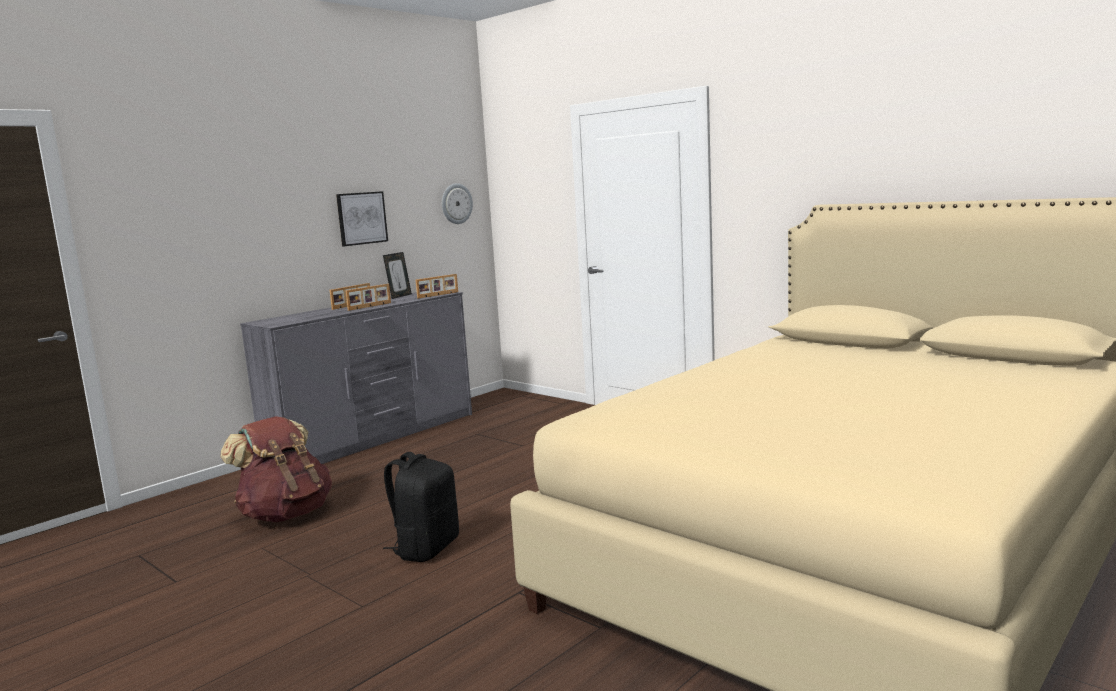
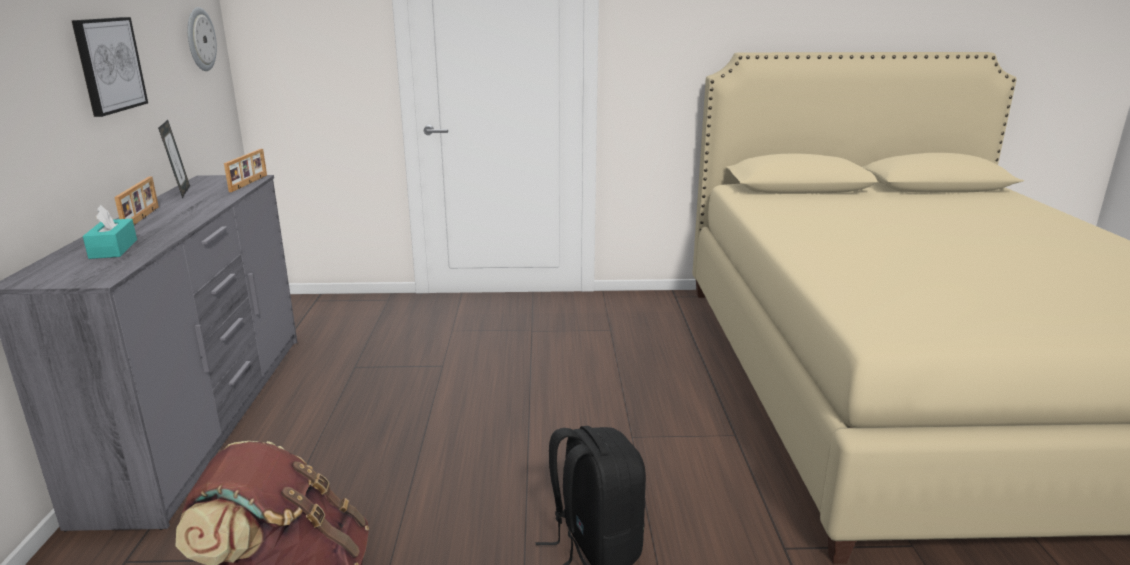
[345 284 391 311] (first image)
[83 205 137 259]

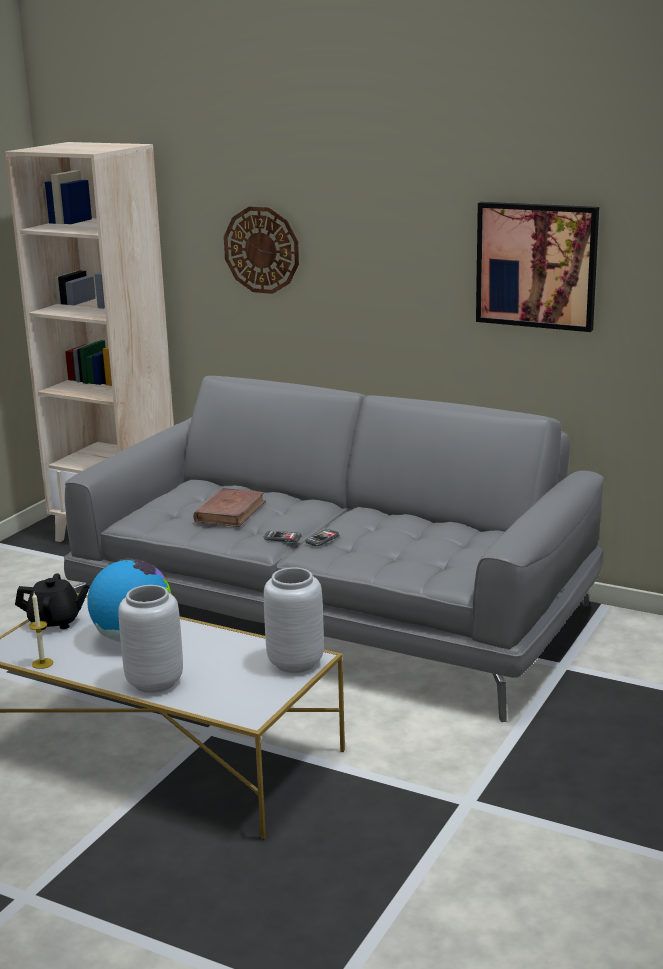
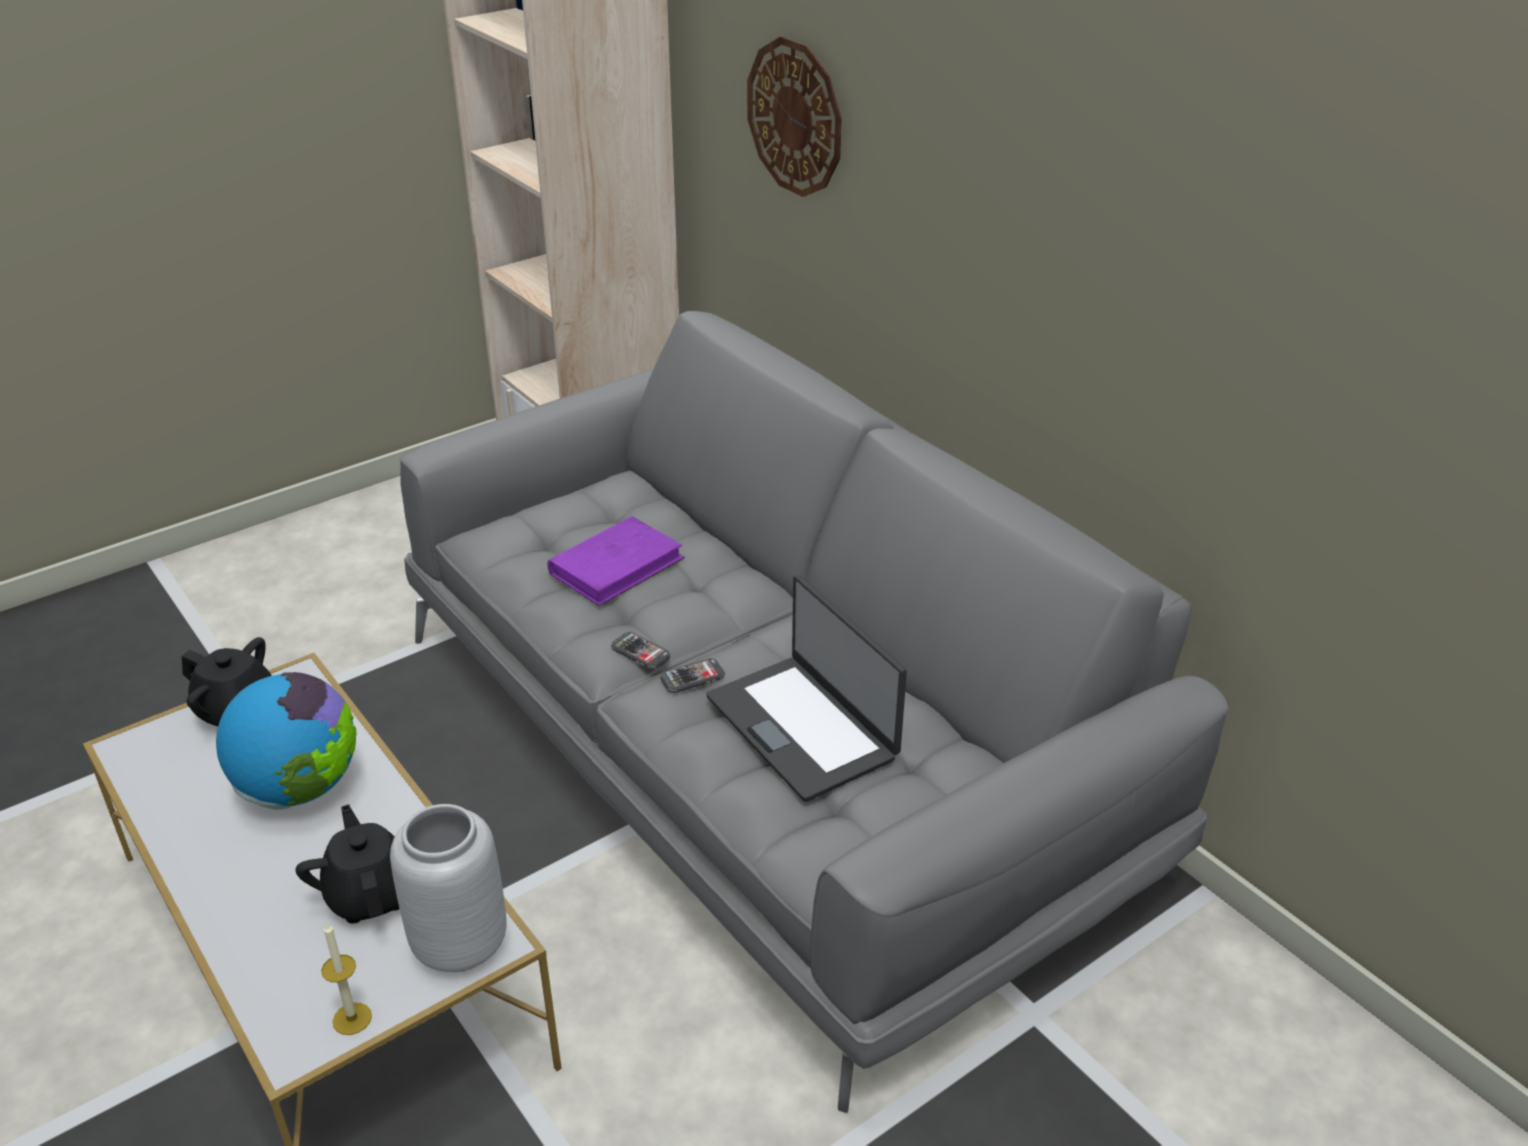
[321 922 372 1035]
[118 585 183 693] (first image)
[547 516 685 606]
[476 202 599 332] (first image)
[296 804 400 924]
[706 575 907 802]

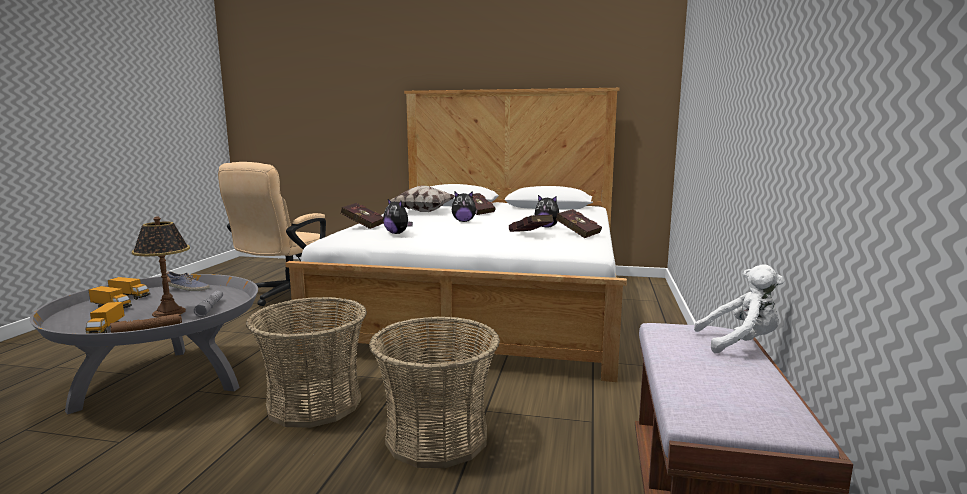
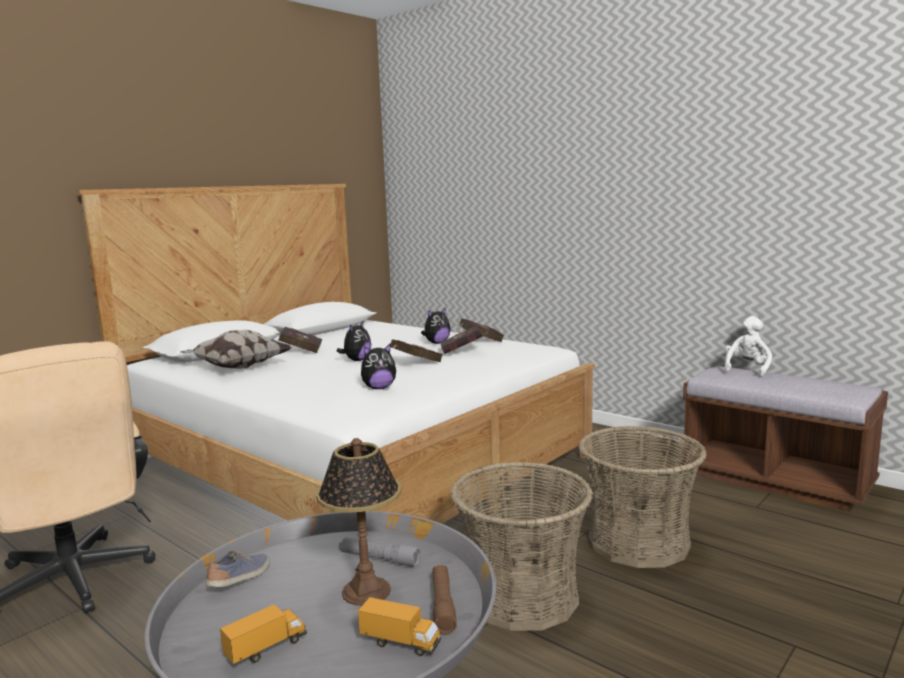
[108 277 150 300] (first image)
[390 339 443 362]

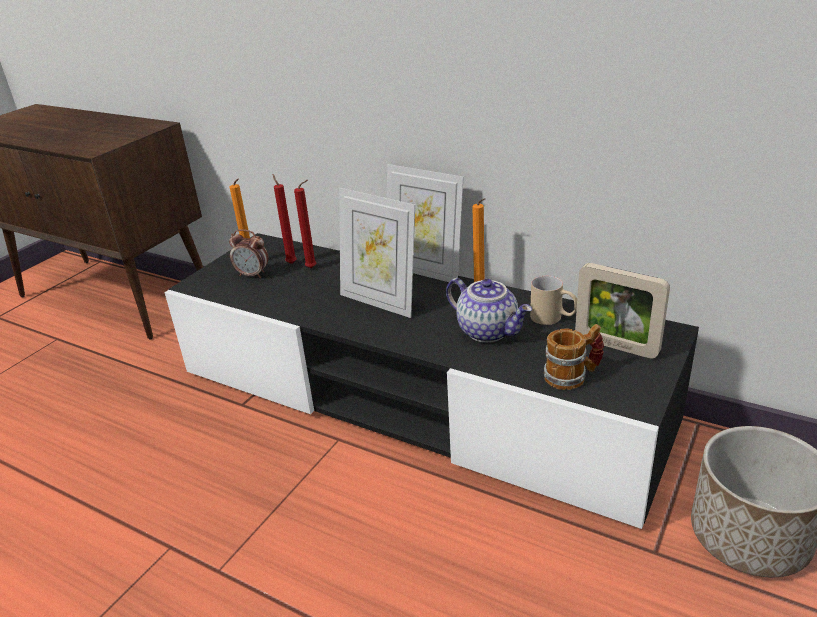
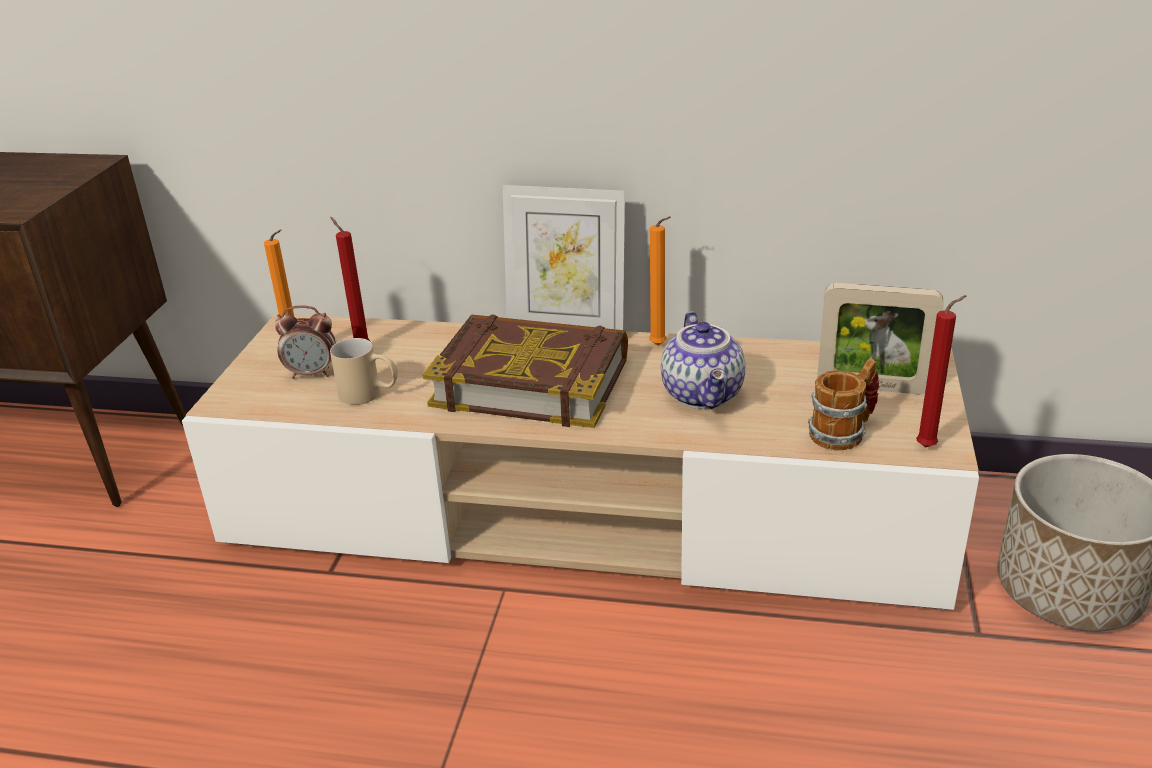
[182 313 979 610]
[916 295 967 447]
[422 314 628 428]
[661 311 745 409]
[330 338 398 405]

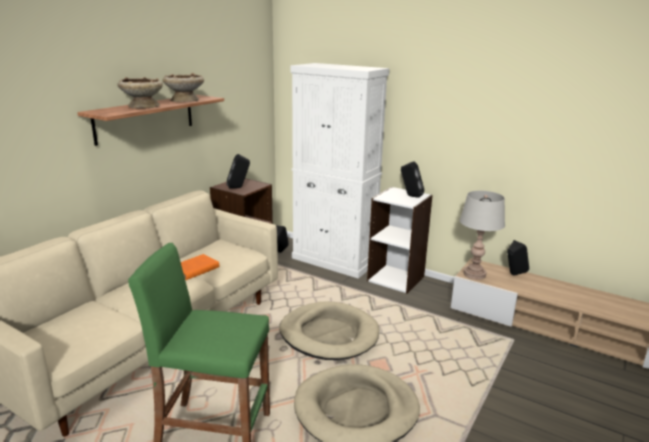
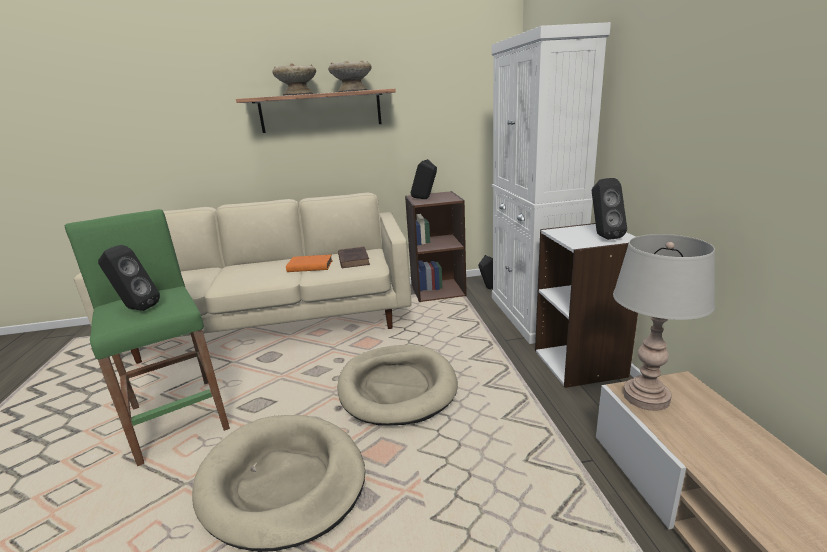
[98 245 160 311]
[338 247 370 268]

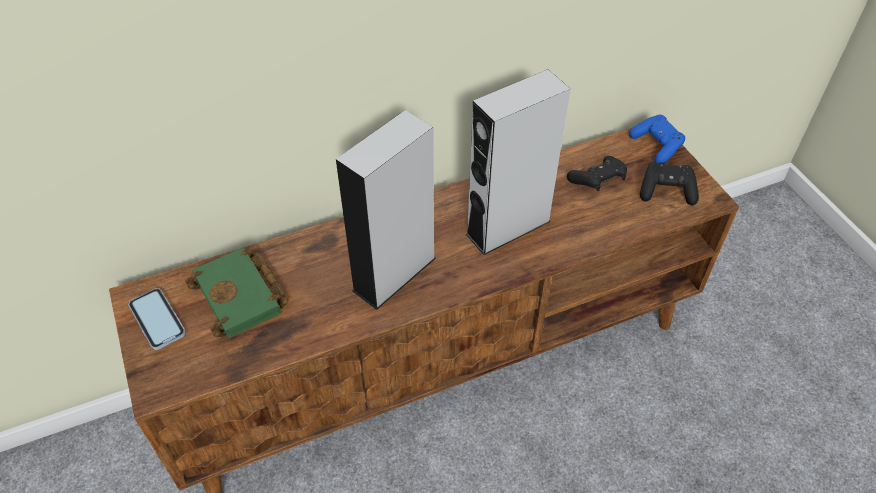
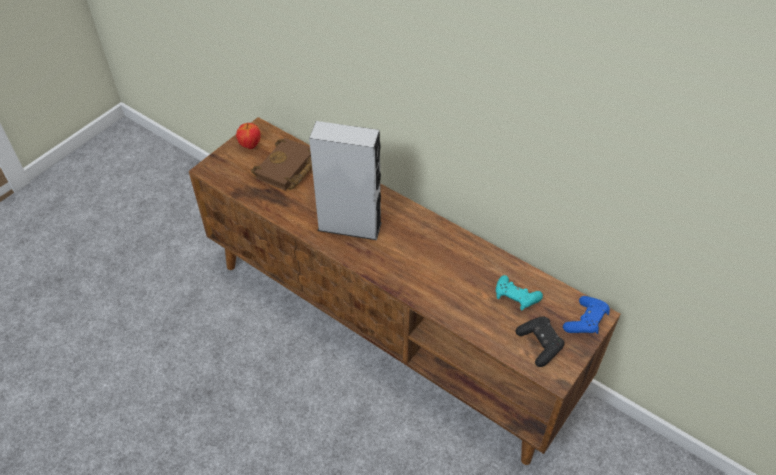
[236 123 261 149]
[251 138 312 191]
[466 69 571 255] (first image)
[496 275 543 310]

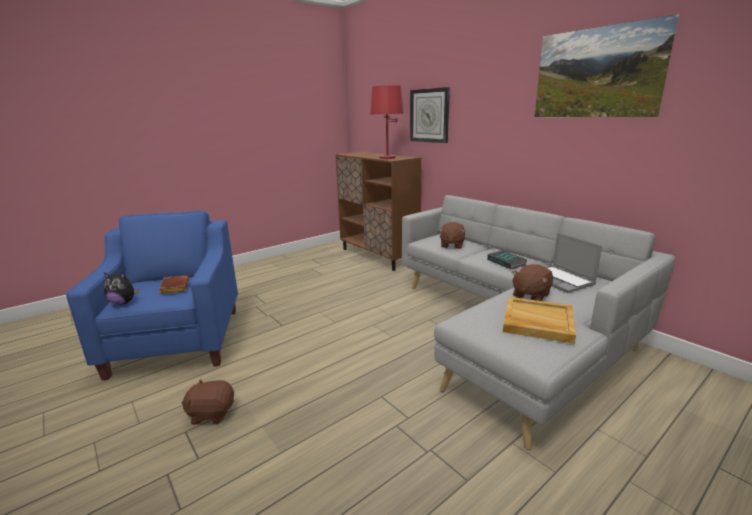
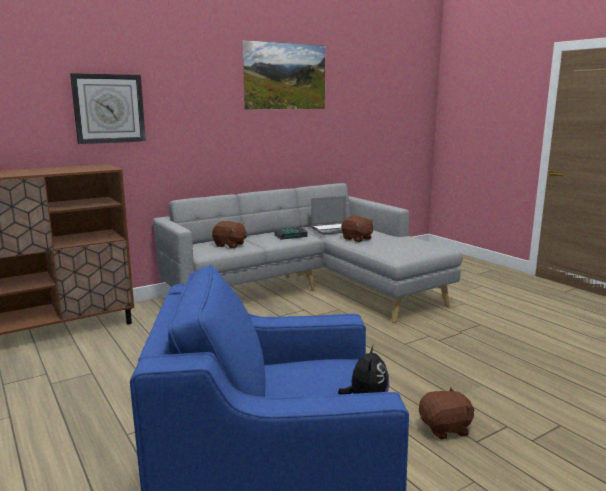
[159 276 189 294] (first image)
[419 388 475 439]
[370 85 404 159] (first image)
[503 297 576 344] (first image)

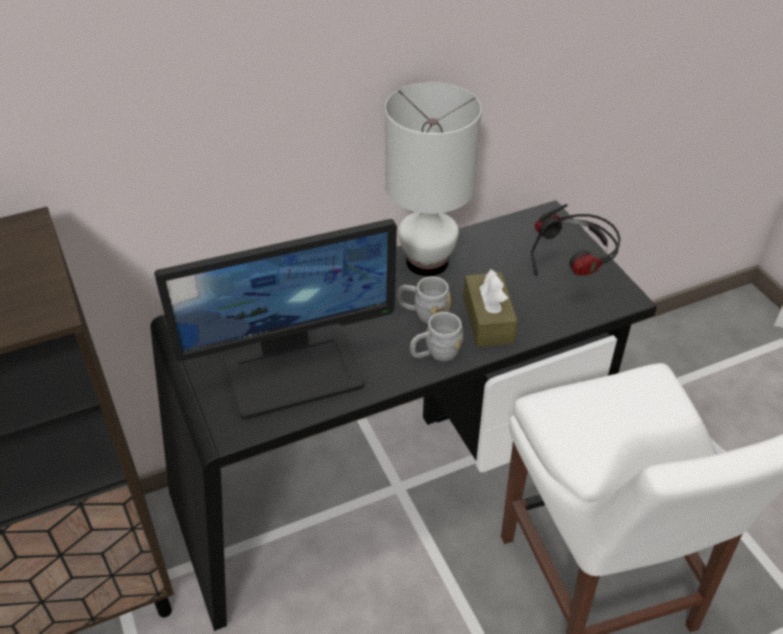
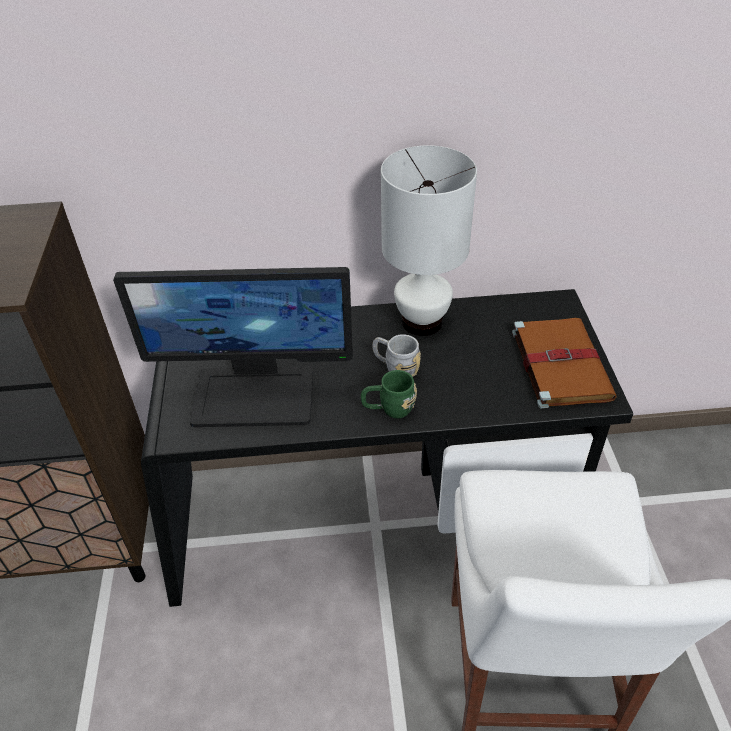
[361 370 417 418]
[463 269 518 347] (first image)
[512 318 617 408]

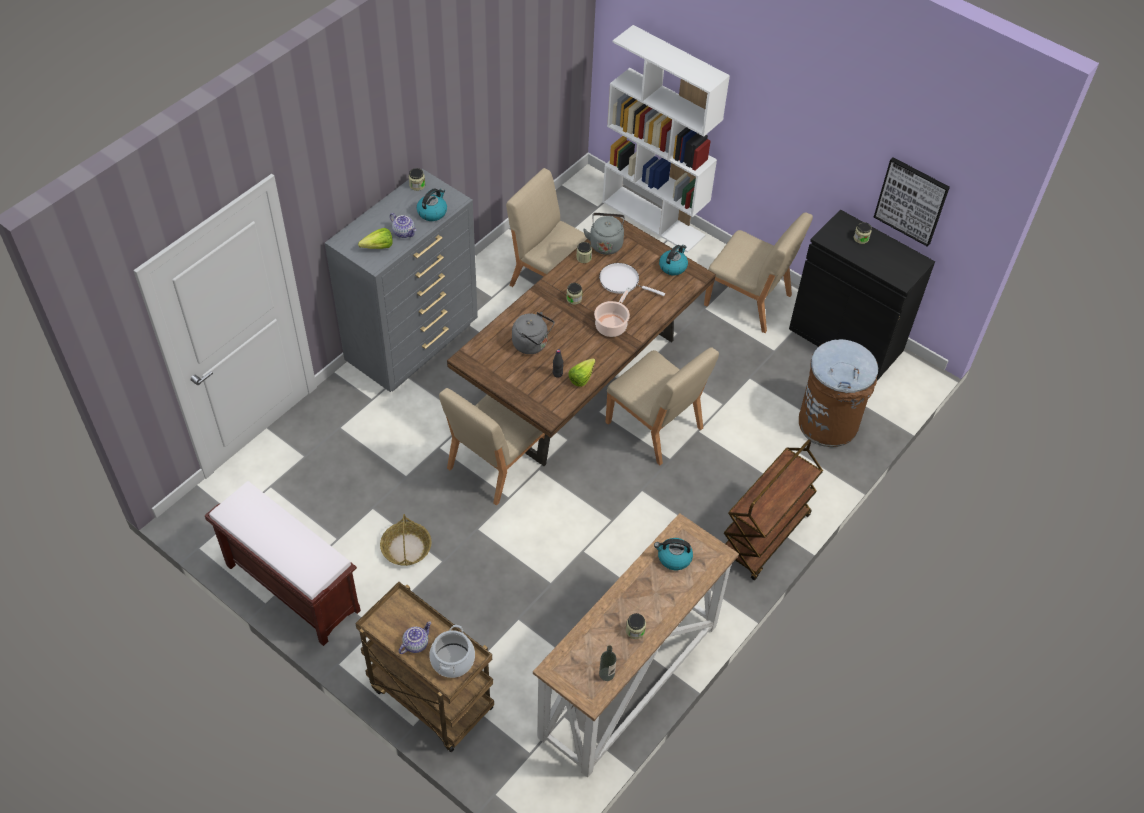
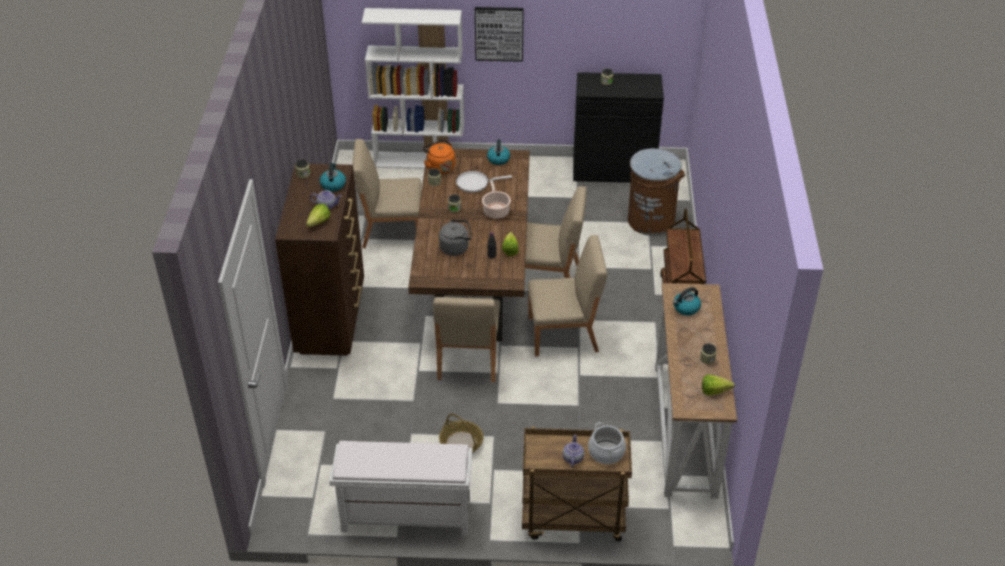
[329 441 473 536]
[275 163 364 356]
[423 139 455 174]
[702 375 735 395]
[528 235 607 357]
[475 7 524 62]

